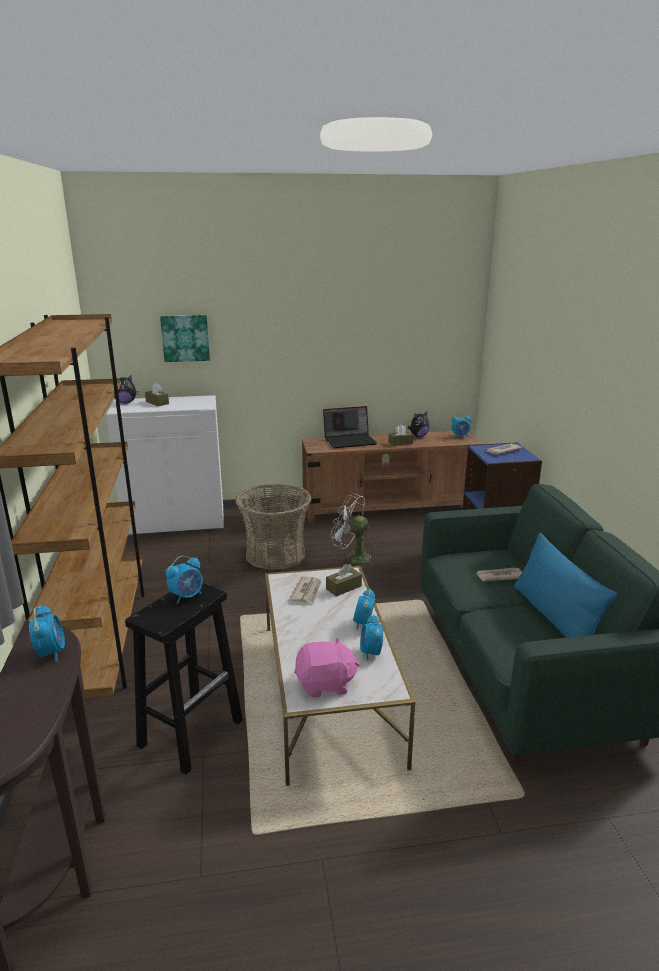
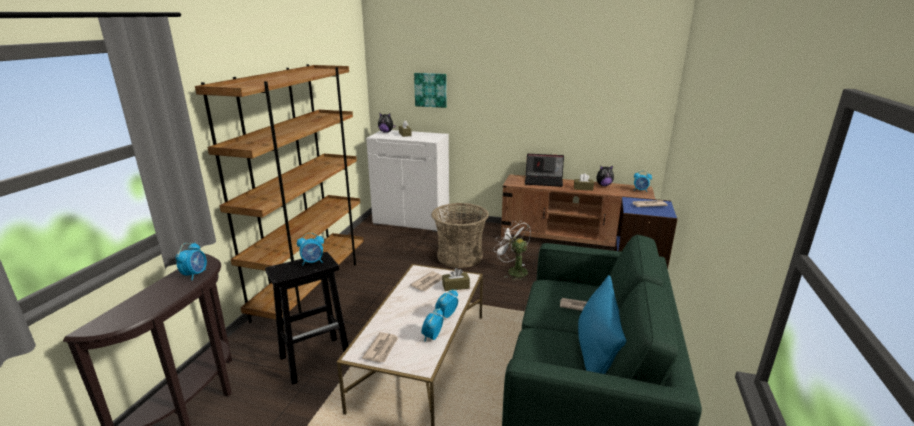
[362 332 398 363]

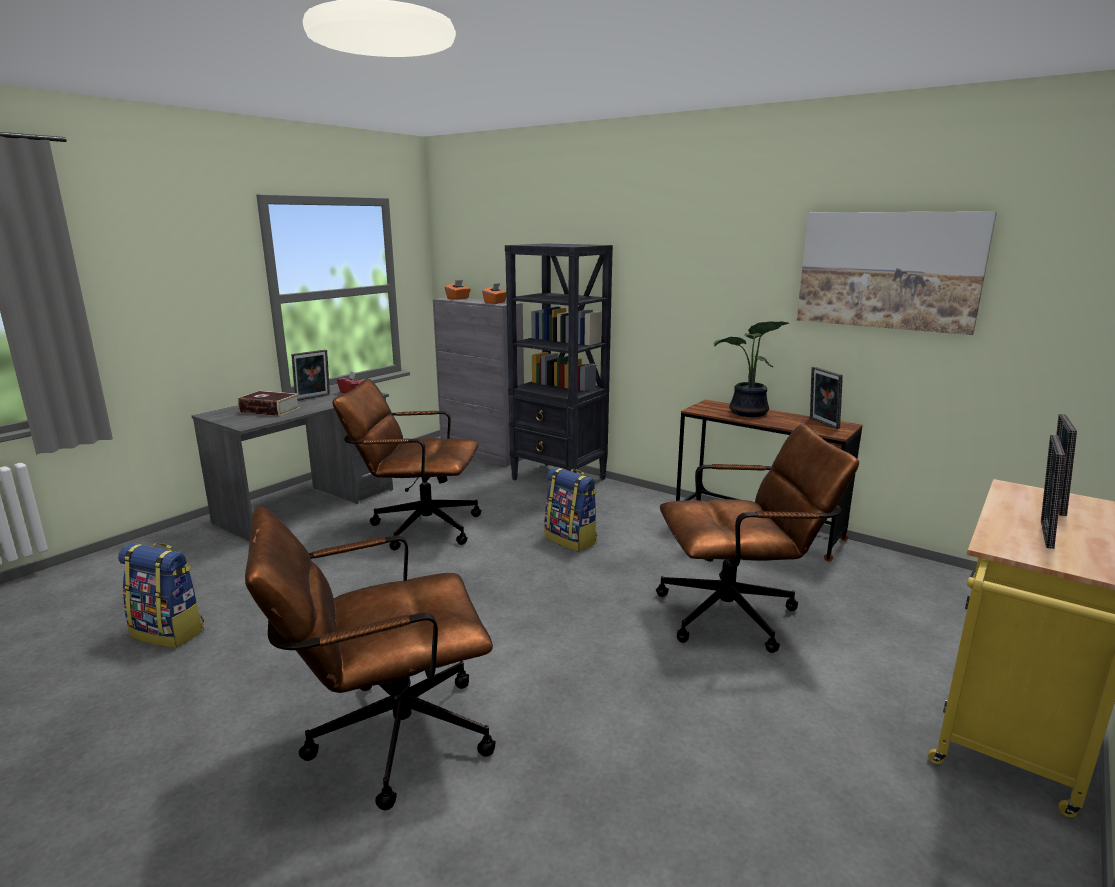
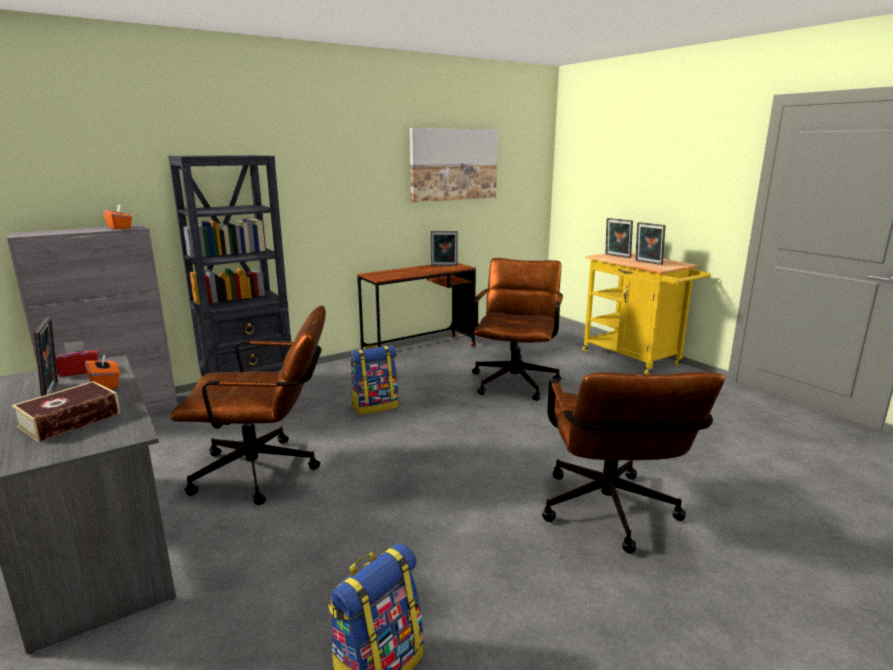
[170 306 326 505]
[85 351 120 389]
[714 321 789 417] (first image)

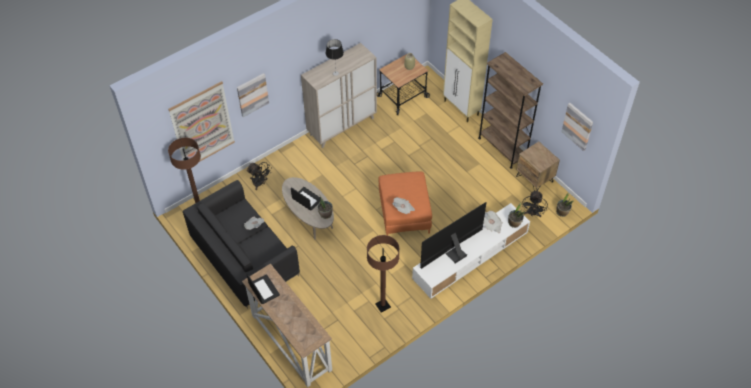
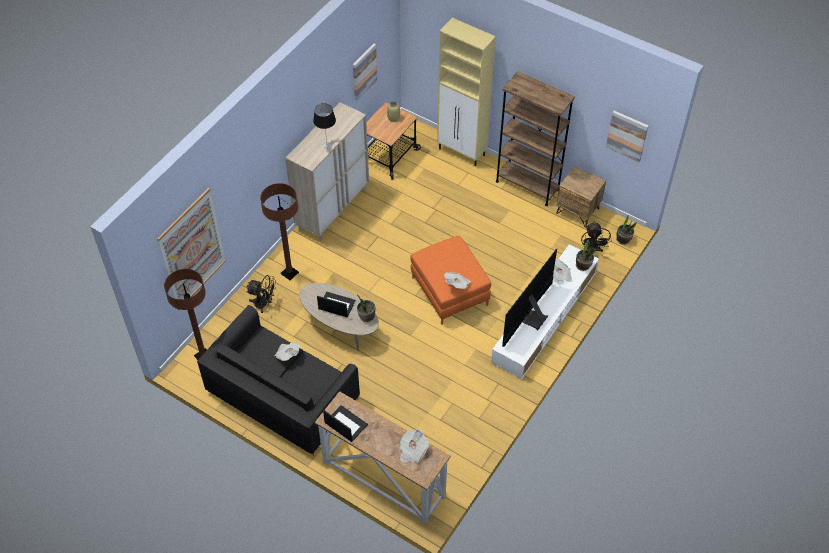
[353 43 377 101]
[260 183 299 280]
[399 429 429 463]

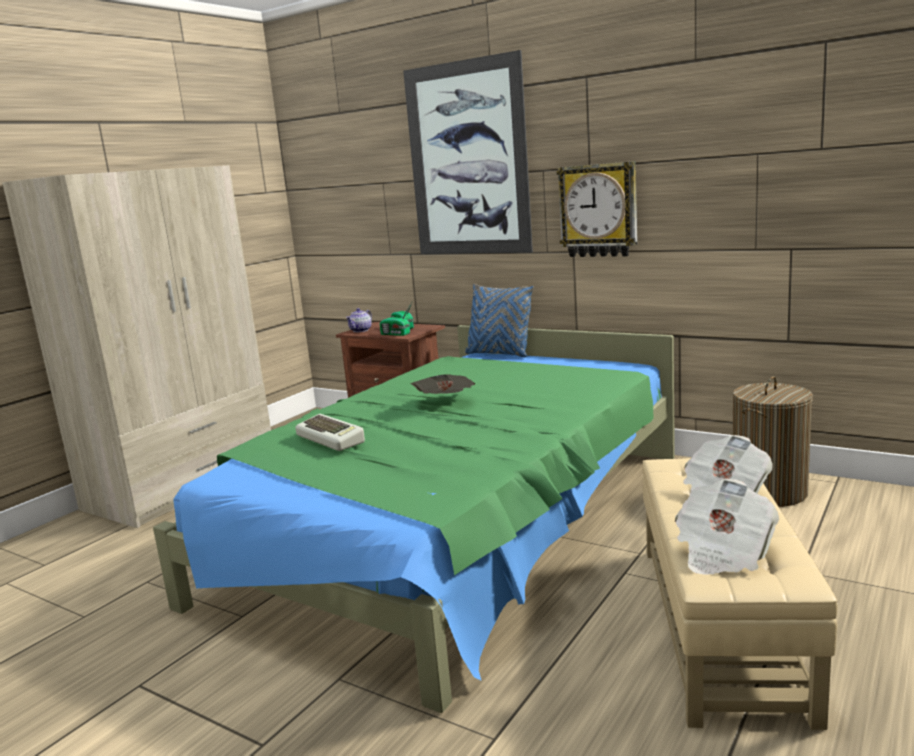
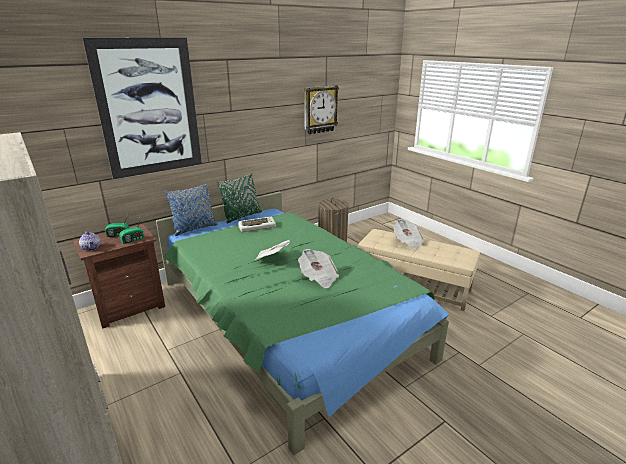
[238 217 276 232]
[304 85 339 134]
[298 249 339 288]
[216 174 262 224]

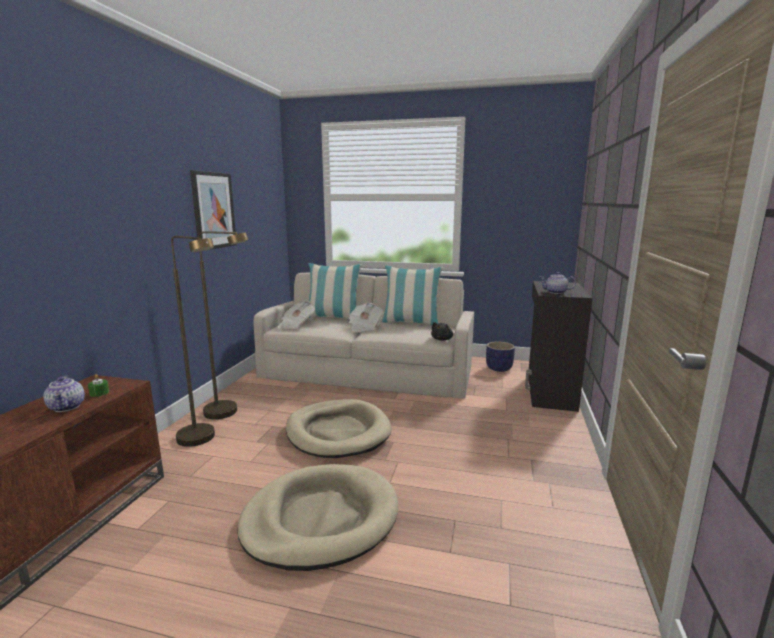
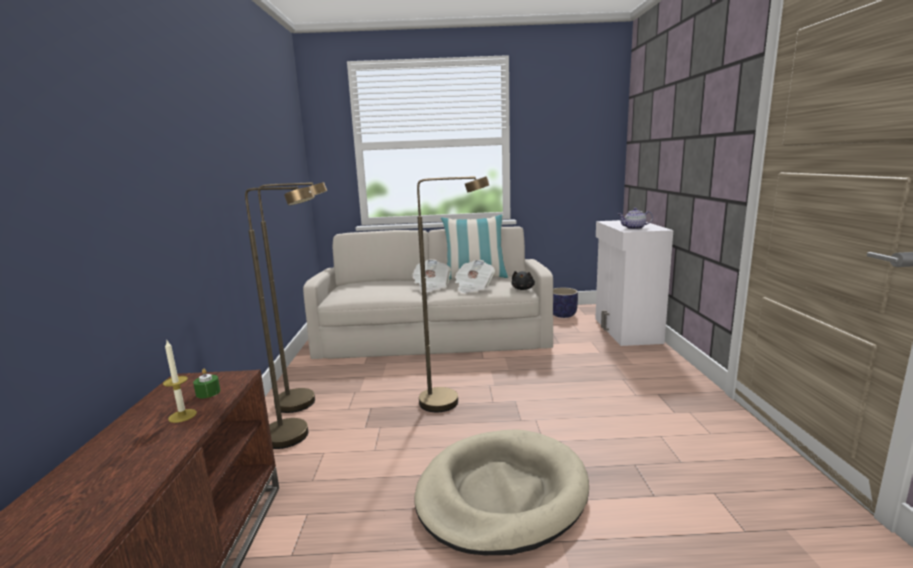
[163 341 197 423]
[190 170 237 250] (first image)
[455 260 495 293]
[417 176 489 412]
[308 263 362 320] (first image)
[595 220 673 346]

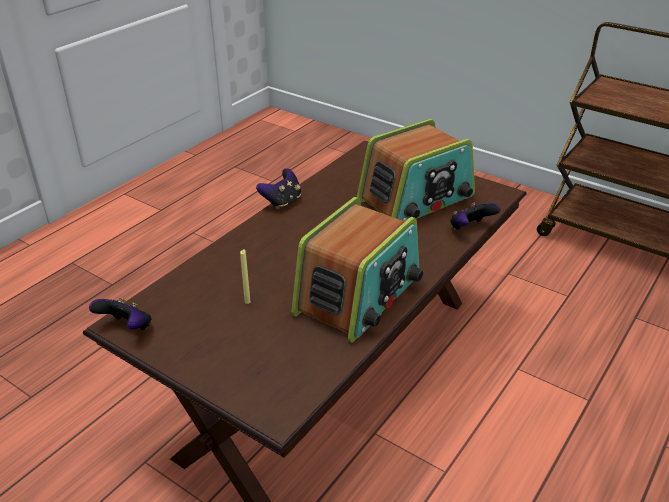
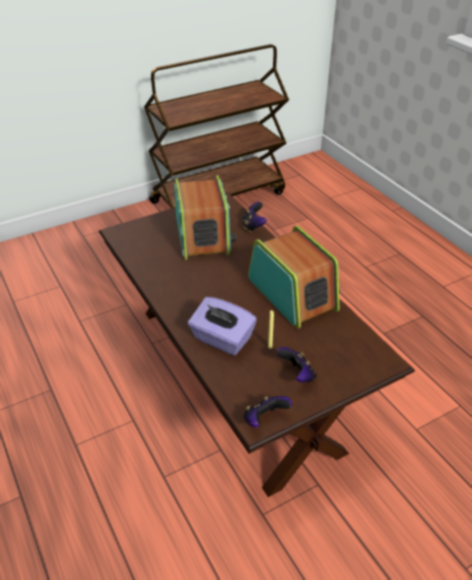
[277 347 317 382]
[188 297 257 356]

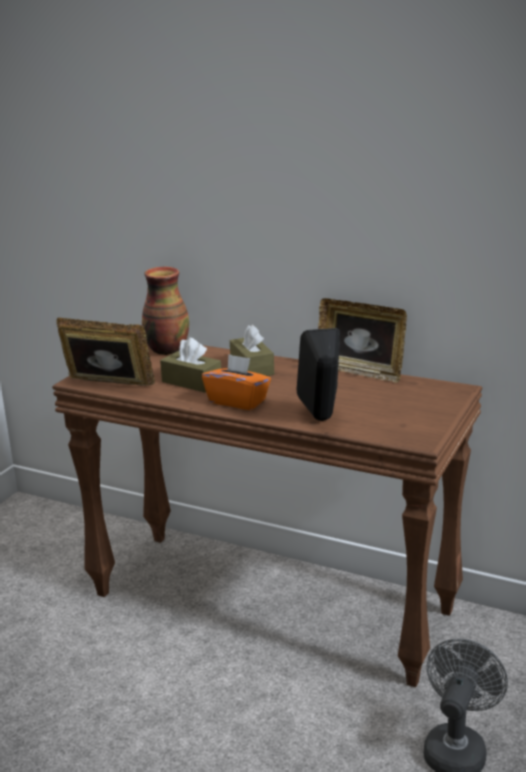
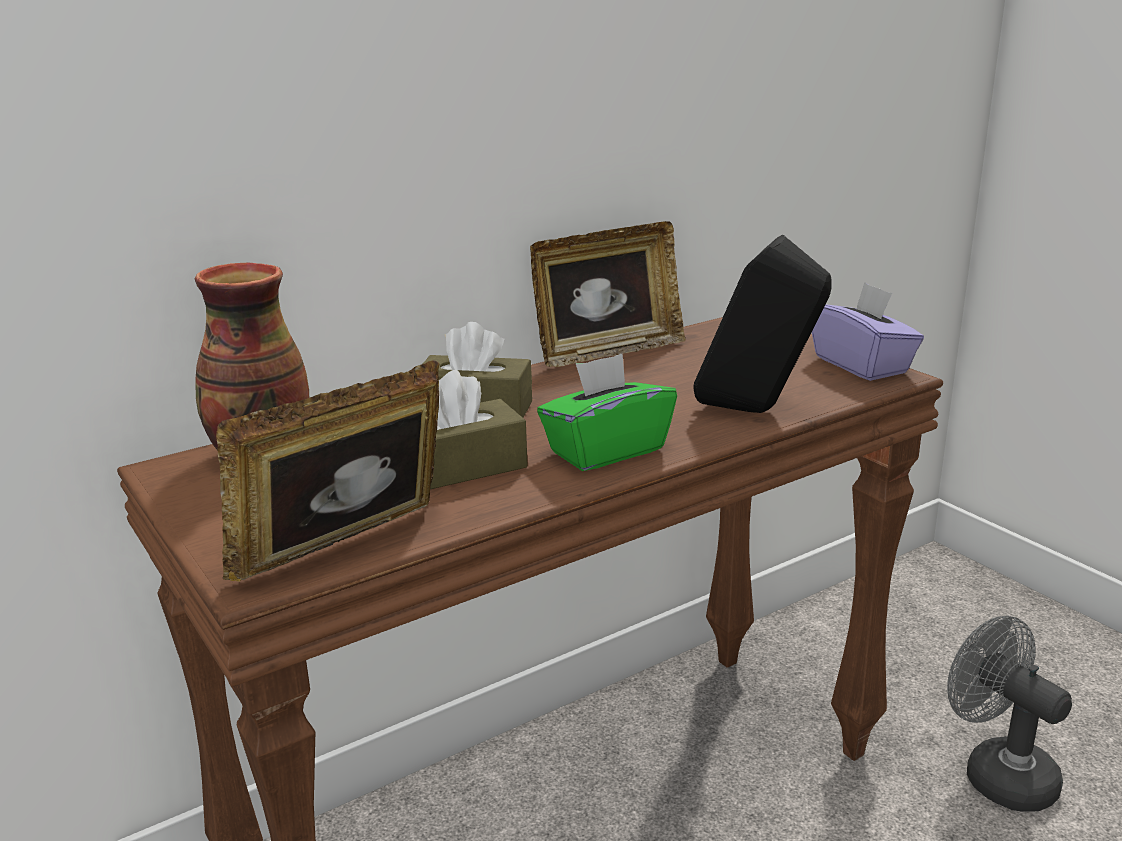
[537 354 677 471]
[812 282 924 381]

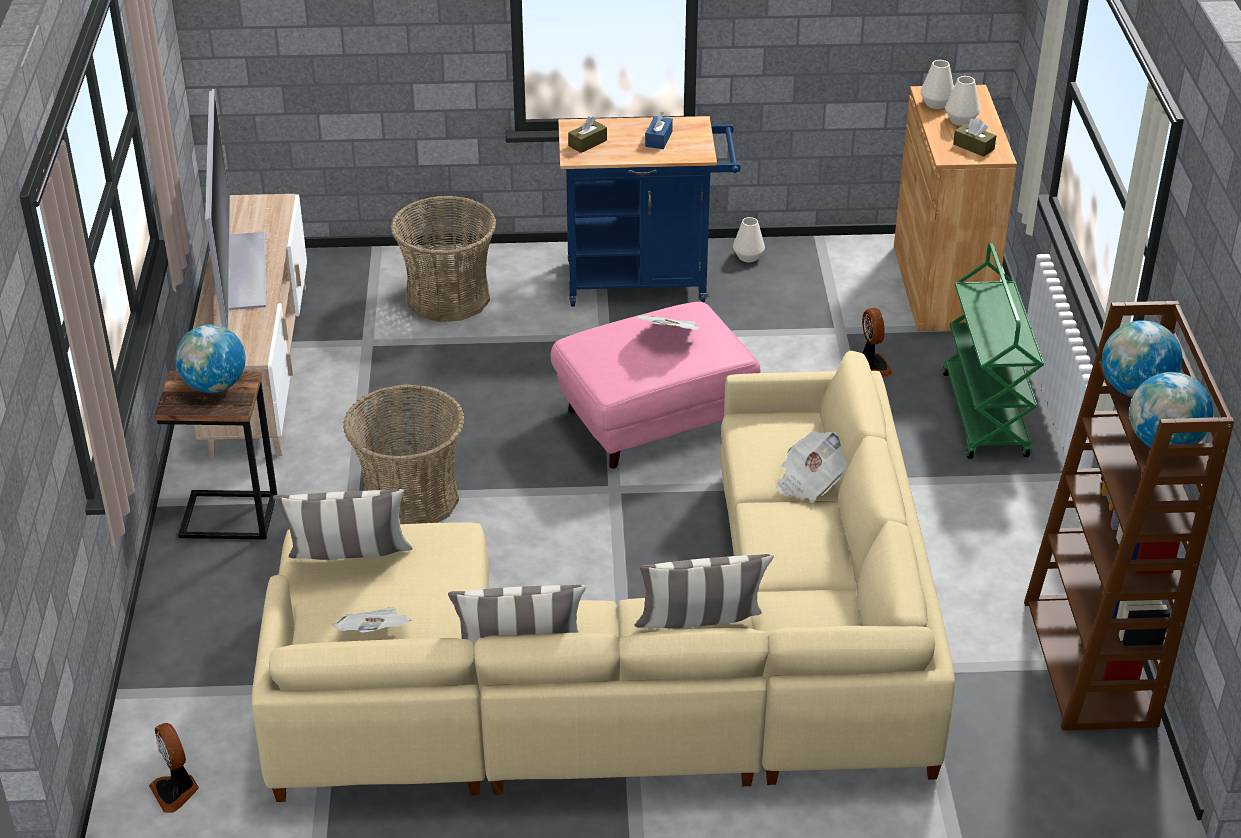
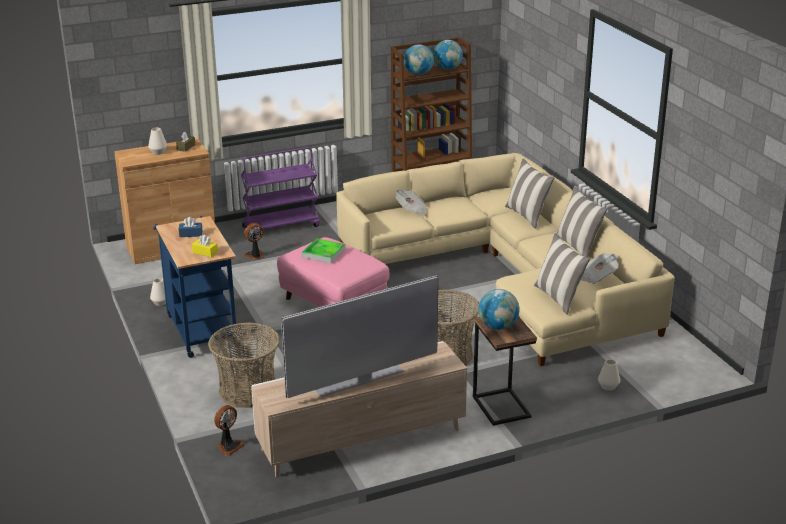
[214 405 245 456]
[192 235 218 257]
[302 238 345 264]
[598 359 620 391]
[241 147 320 239]

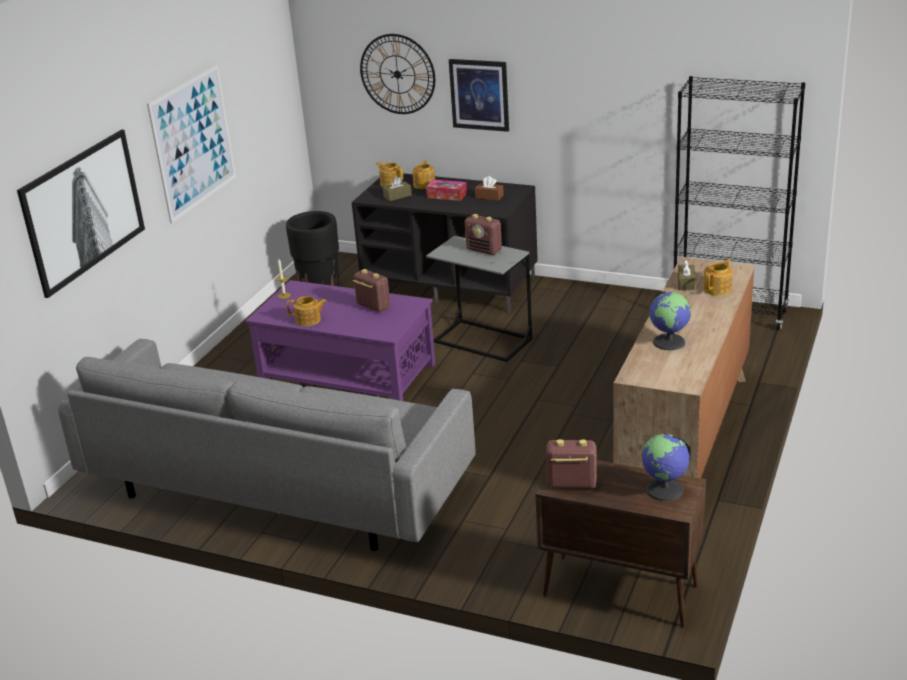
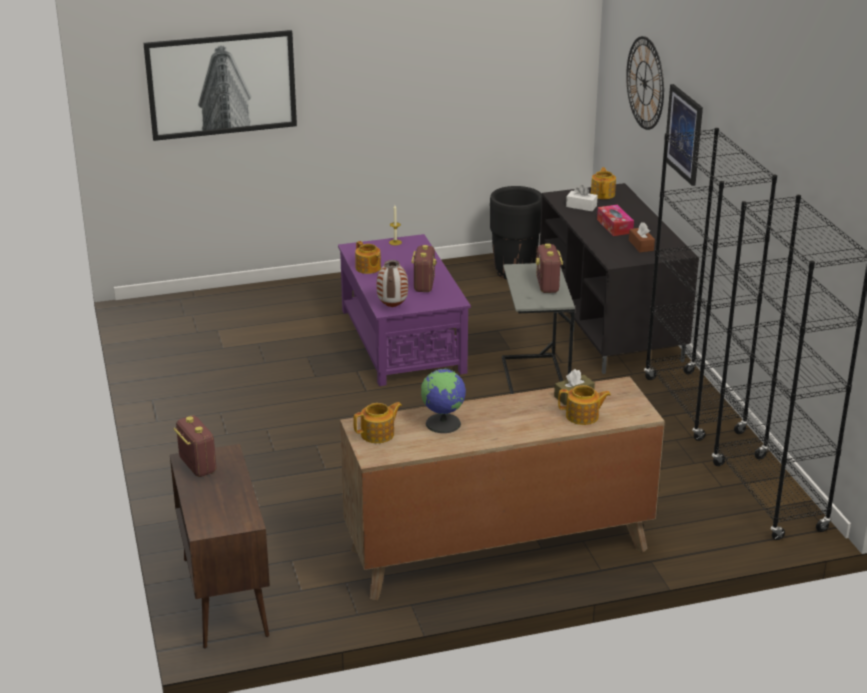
[58 339 476 551] (first image)
[147 64 236 223] (first image)
[566 185 598 211]
[353 402 402 443]
[641 434 692 501] (first image)
[377 260 408 307]
[644 128 777 441]

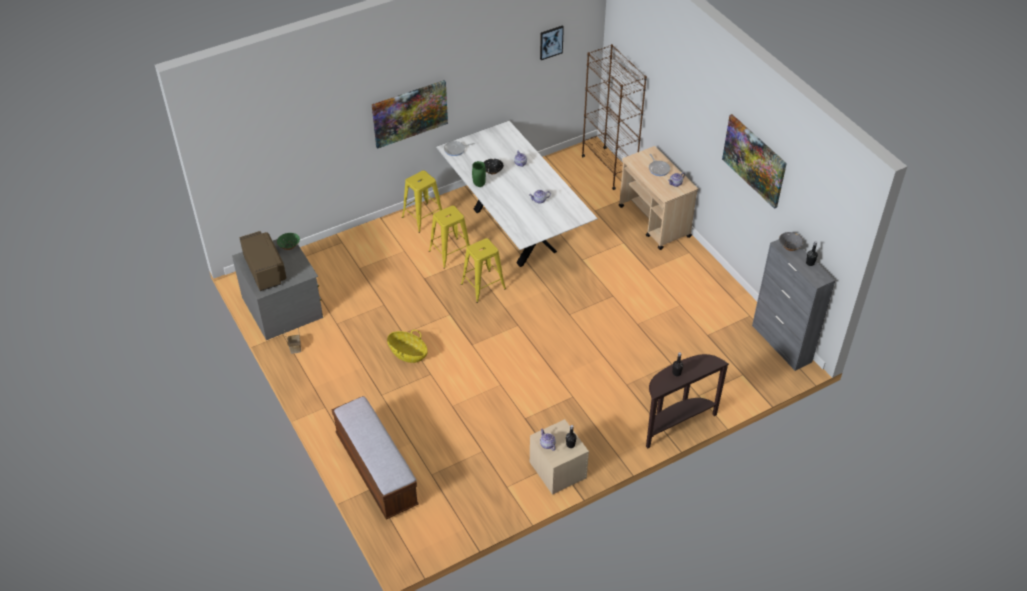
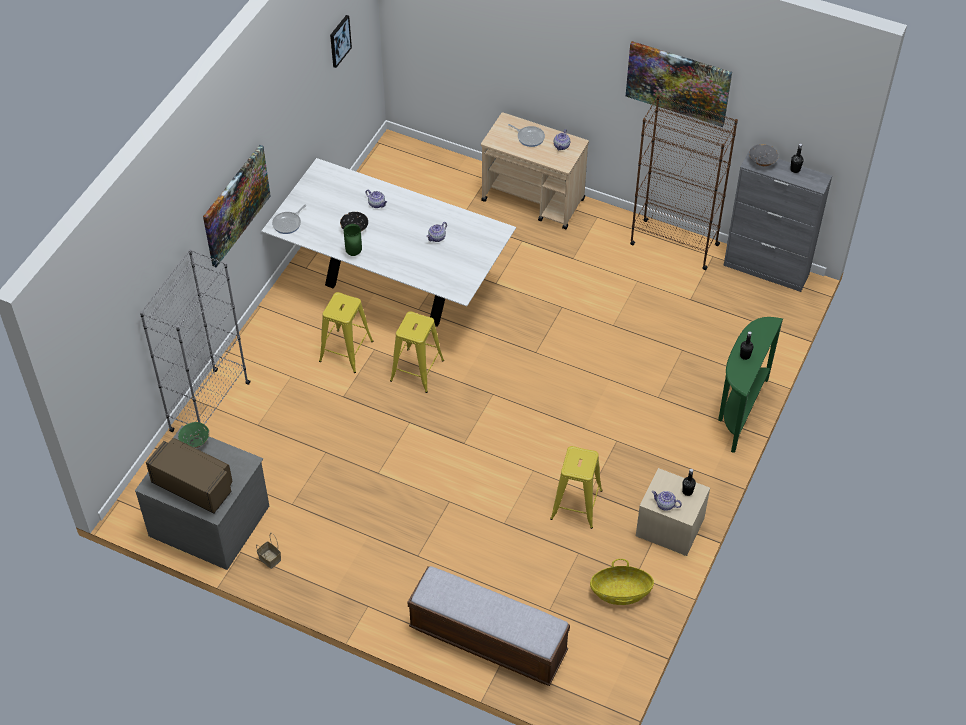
[590 559 654 605]
[550 446 603 529]
[630 94 738 270]
[718 317 783 453]
[140 249 250 432]

